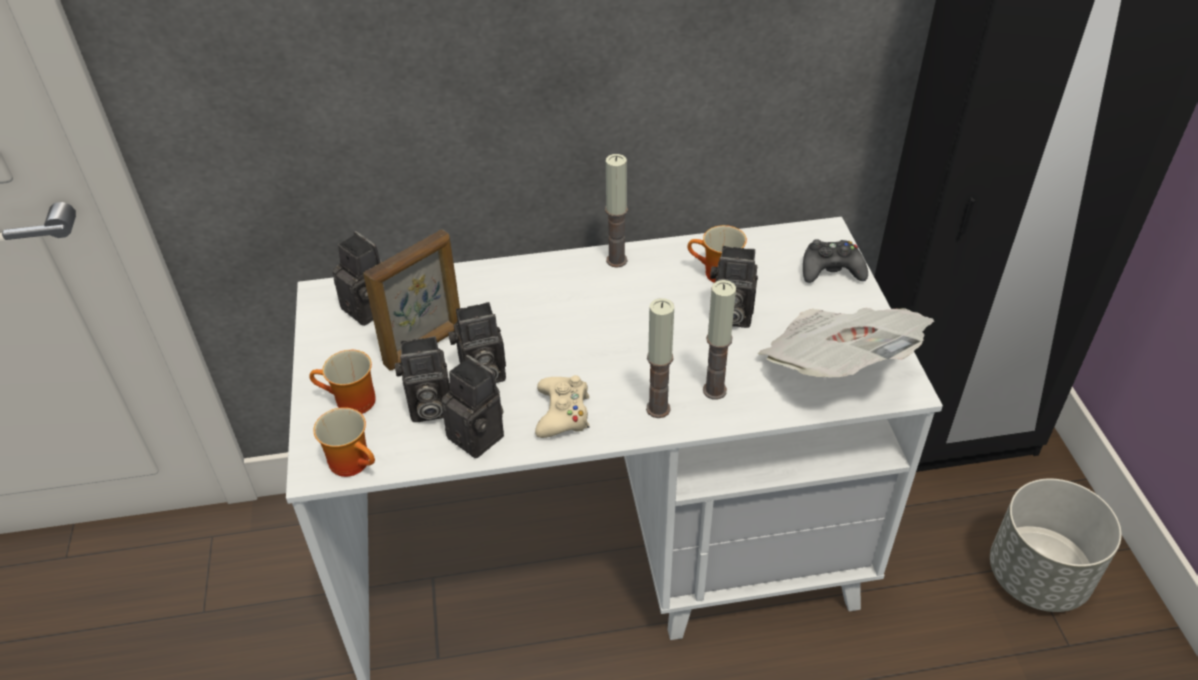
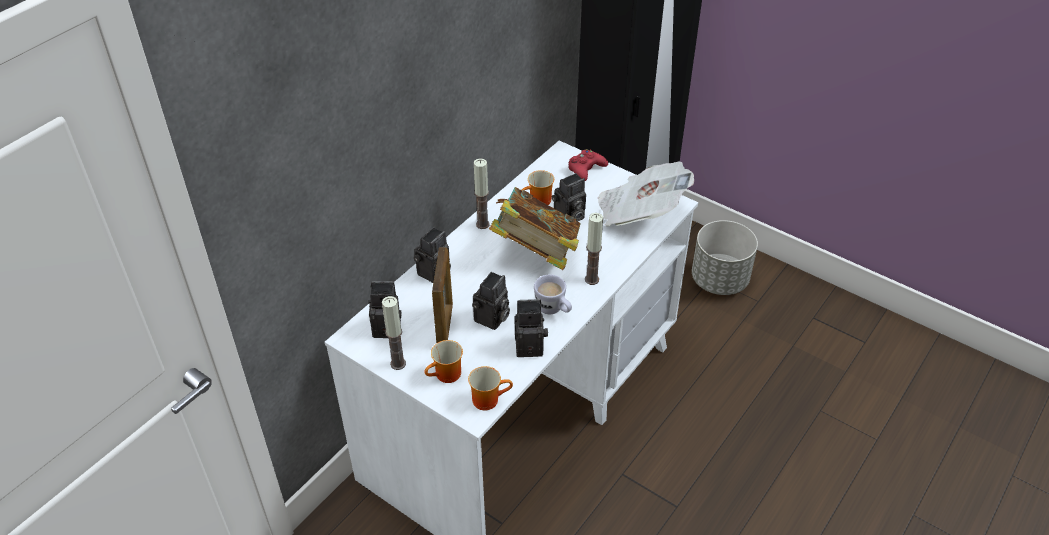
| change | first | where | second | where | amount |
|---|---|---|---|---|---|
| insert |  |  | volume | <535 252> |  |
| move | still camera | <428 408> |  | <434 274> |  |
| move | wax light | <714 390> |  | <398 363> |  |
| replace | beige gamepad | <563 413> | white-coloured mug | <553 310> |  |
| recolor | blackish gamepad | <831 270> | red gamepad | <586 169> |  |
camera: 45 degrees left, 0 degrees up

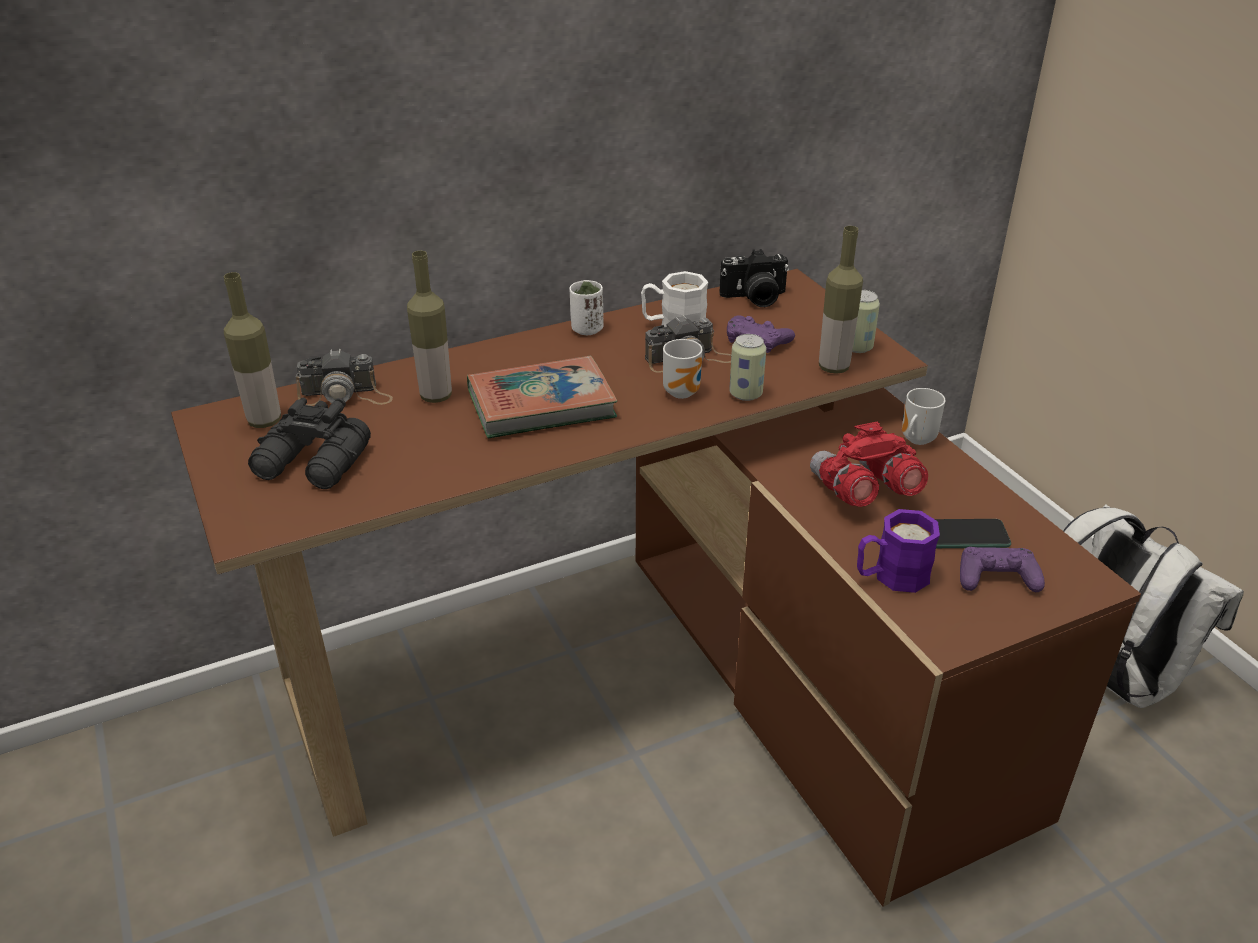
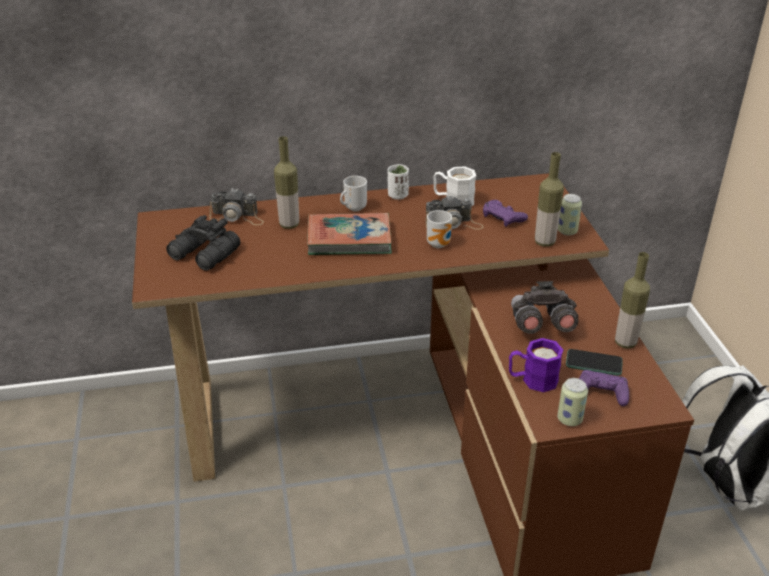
| change | first | where | second | where | amount |
|---|---|---|---|---|---|
| delete | still camera | <754 298> |  |  |  |
| move | bottle | <264 421> |  | <625 342> |  |
| move | sealed can | <745 394> |  | <569 419> |  |
| move | mug | <915 440> |  | <353 208> |  |
| recolor | red pair of binoculars | <862 492> | greyish pair of binoculars | <540 325> |  |
camera: 15 degrees right, 0 degrees up

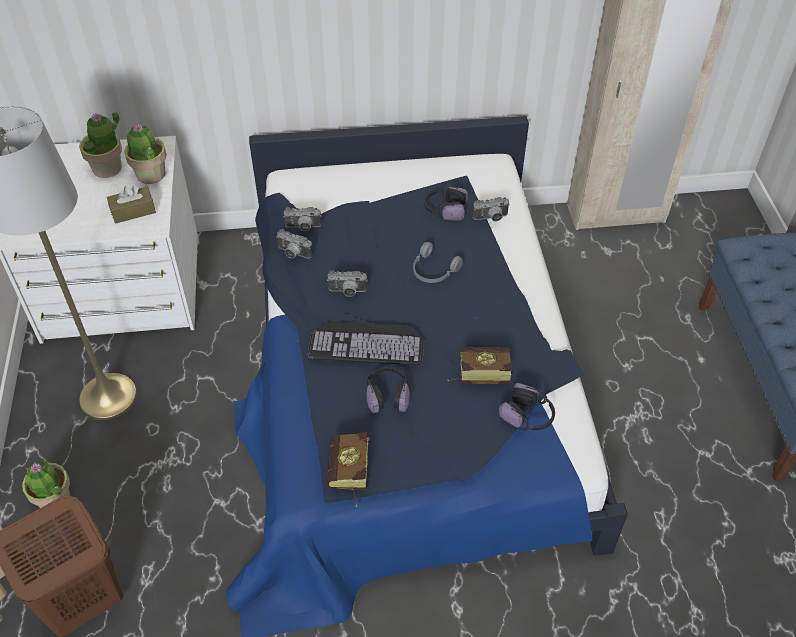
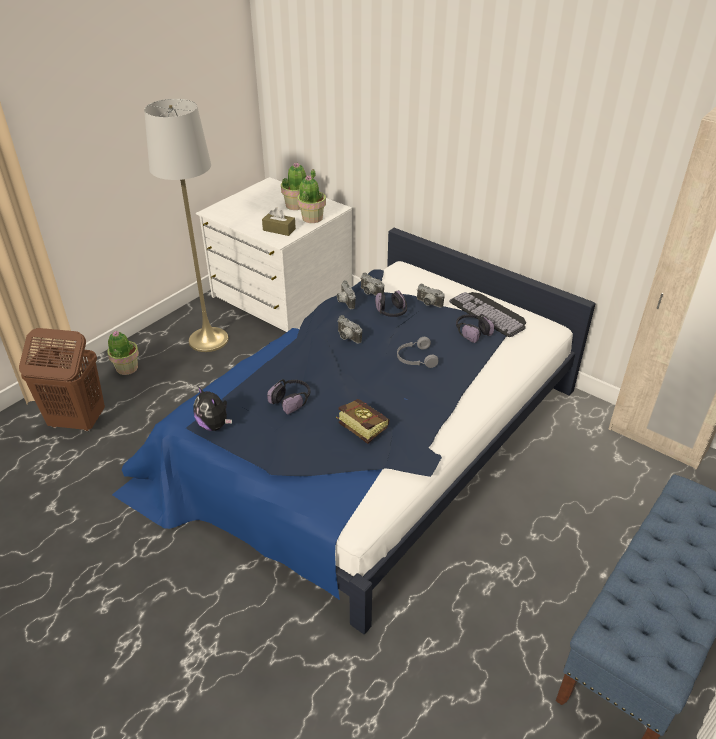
| change | first | where | second | where | amount |
|---|---|---|---|---|---|
| move | keyboard | <368 342> |  | <490 313> |  |
| move | still camera | <491 218> |  | <428 304> |  |
| move | headphones | <527 416> |  | <391 312> |  |
| replace | volume | <349 477> | cuddly toy | <214 425> |  |
camera: 45 degrees right, 10 degrees down

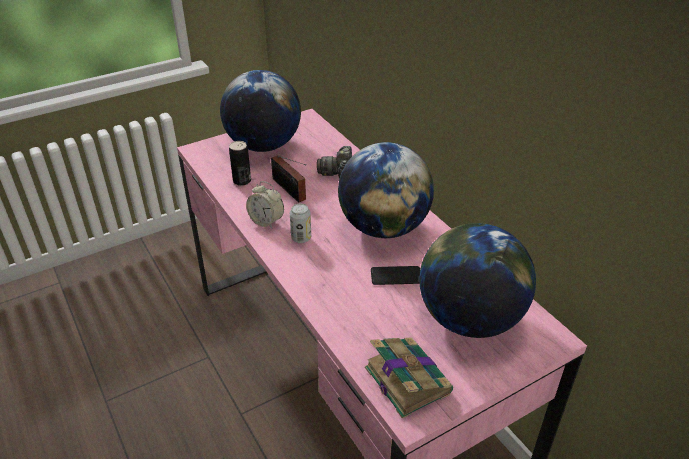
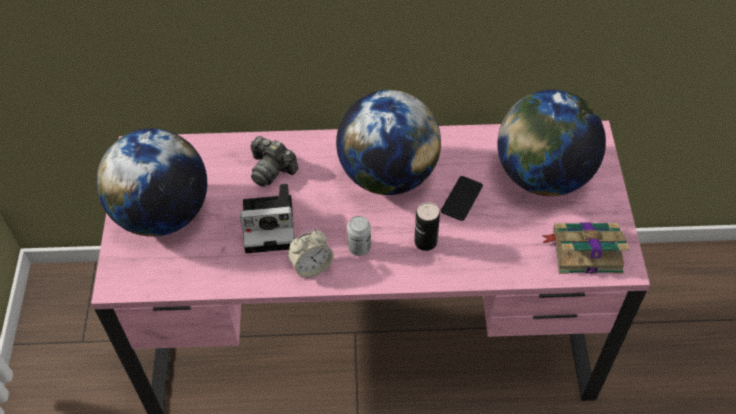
| change | first | where | second | where | amount |
|---|---|---|---|---|---|
| move | sealed can | <242 181> |  | <425 242> |  |
| replace | radio | <290 191> | still camera | <271 224> |  |
camera: 60 degrees left, 15 degrees up

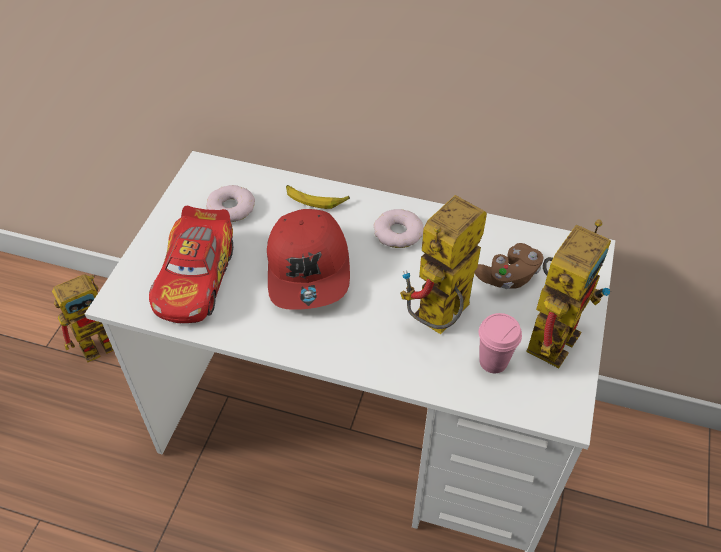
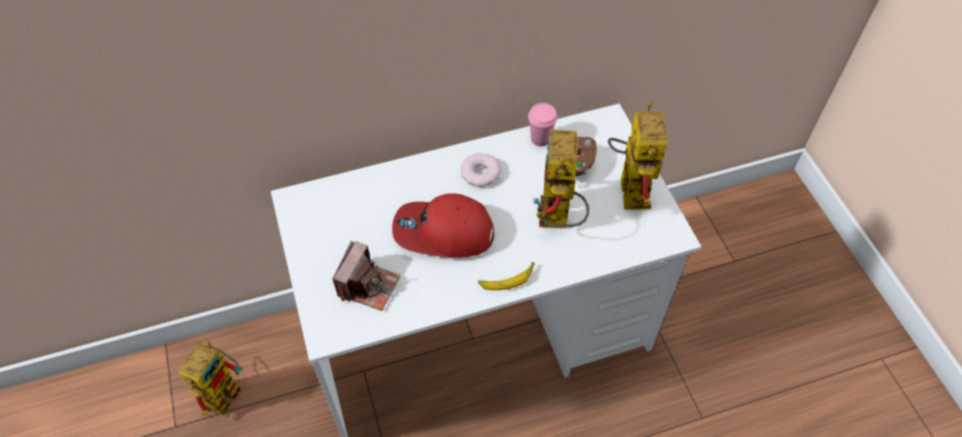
| change | first | where | second | where | amount |
|---|---|---|---|---|---|
| delete | donut | <230 208> |  |  |  |
| move | banana | <315 199> |  | <507 279> |  |
| move | pinkish cup | <493 361> |  | <540 139> |  |
| replace | model car | <196 277> | still camera | <368 285> |  |
| rotate | red baseball cap | <309 269> |  | <443 233> | 135 degrees clockwise |
camera: 35 degrees left, 5 degrees up

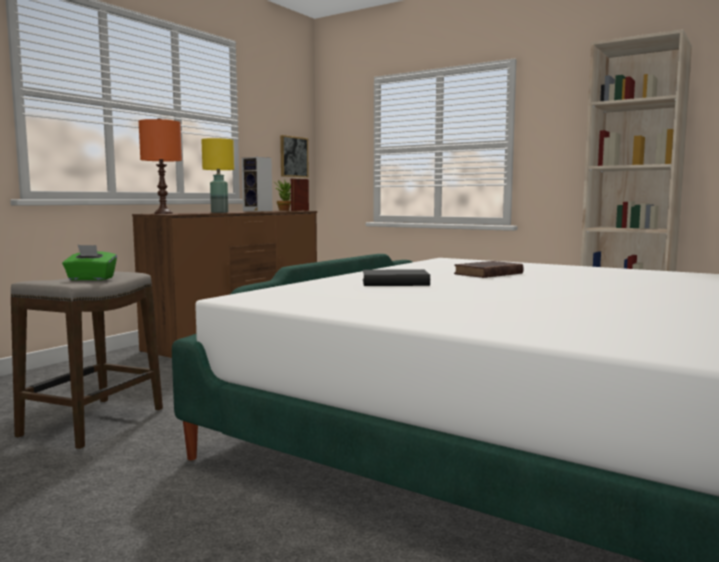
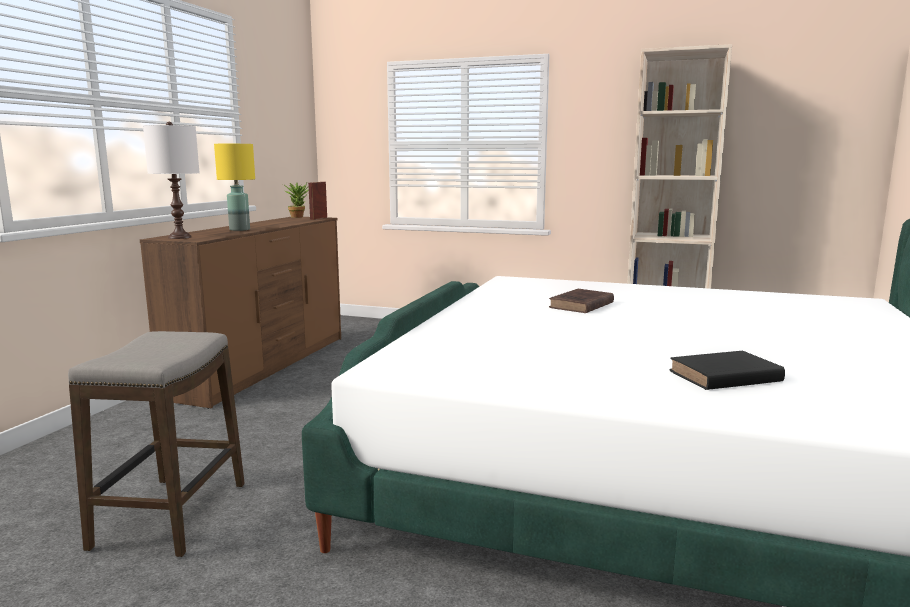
| change | first | where | second | where | amount |
|---|---|---|---|---|---|
| delete | green tissue holder | <91 279> |  |  |  |
| delete | speaker | <258 211> |  |  |  |
| delete | picture | <293 157> |  |  |  |
| move | blackish volume | <393 283> |  | <722 377> |  |
| recolor | orange tabletop lamp | <163 213> | white-coloured tabletop lamp | <179 237> |  |
camera: 15 degrees left, 5 degrees up

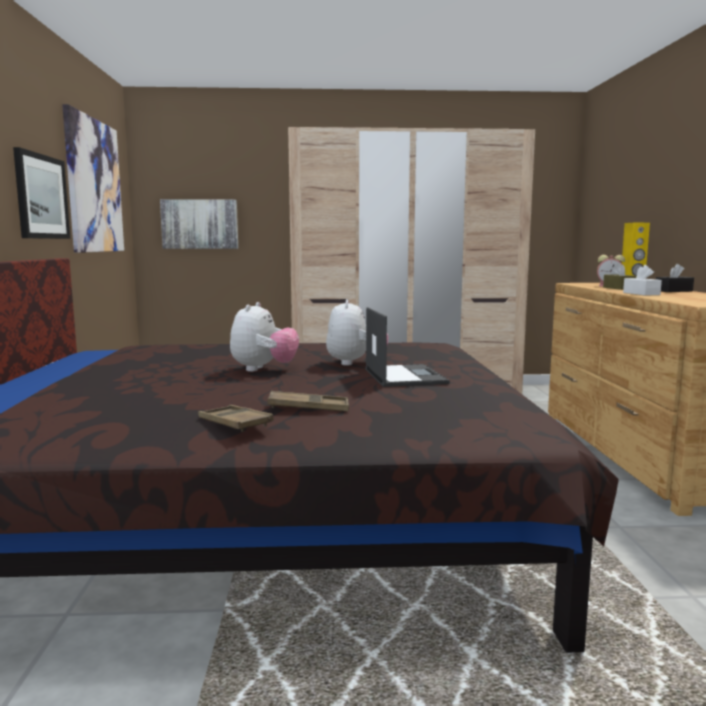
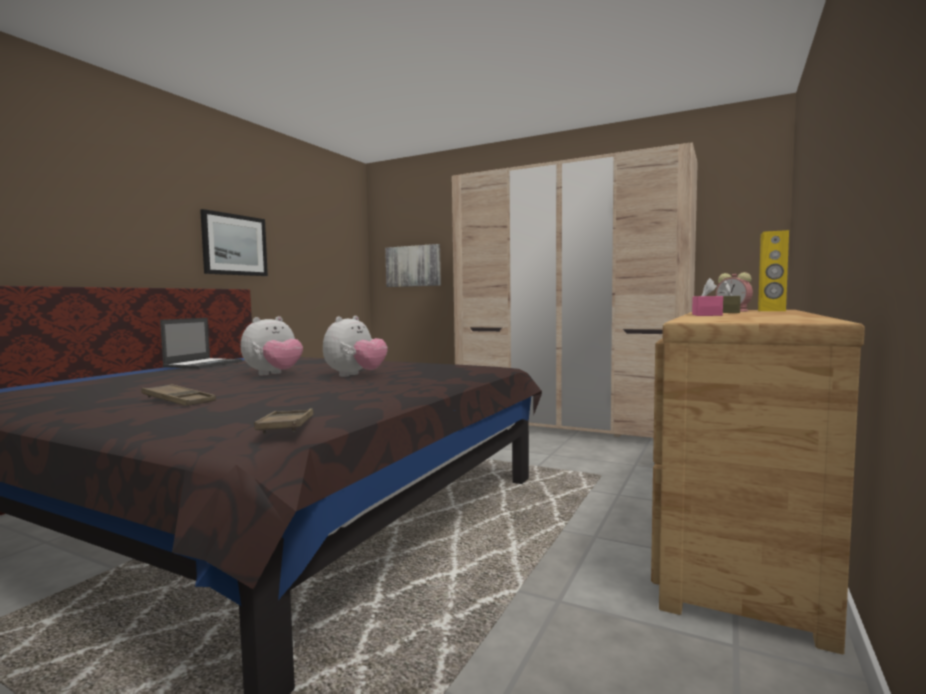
| change | first | where | second | where | amount |
|---|---|---|---|---|---|
| delete | picture | <94 186> |  |  |  |
| delete | blackish tissue holder | <673 291> |  |  |  |
| move | brownish carrying tray | <234 424> |  | <286 426> |  |
| move | notebook computer | <404 376> |  | <204 364> |  |
| recolor | white-coloured tissue holder | <641 294> | pinkish tissue holder | <706 315> |  |
camera: 30 degrees right, 5 degrees down

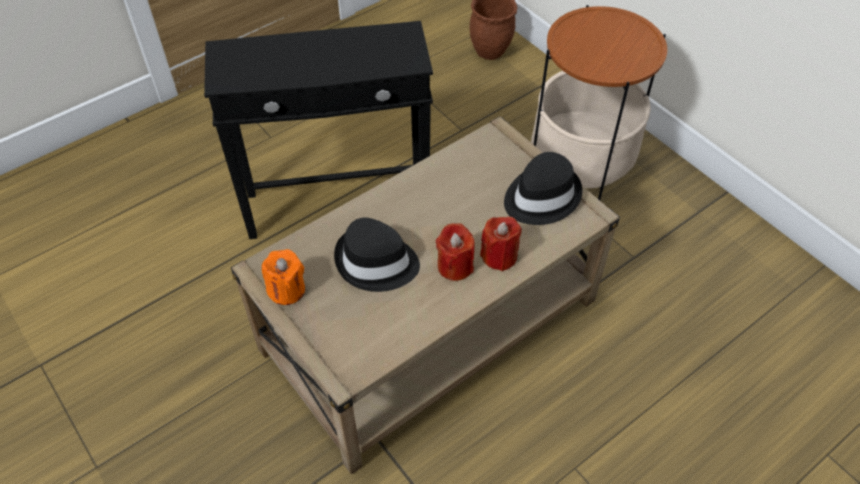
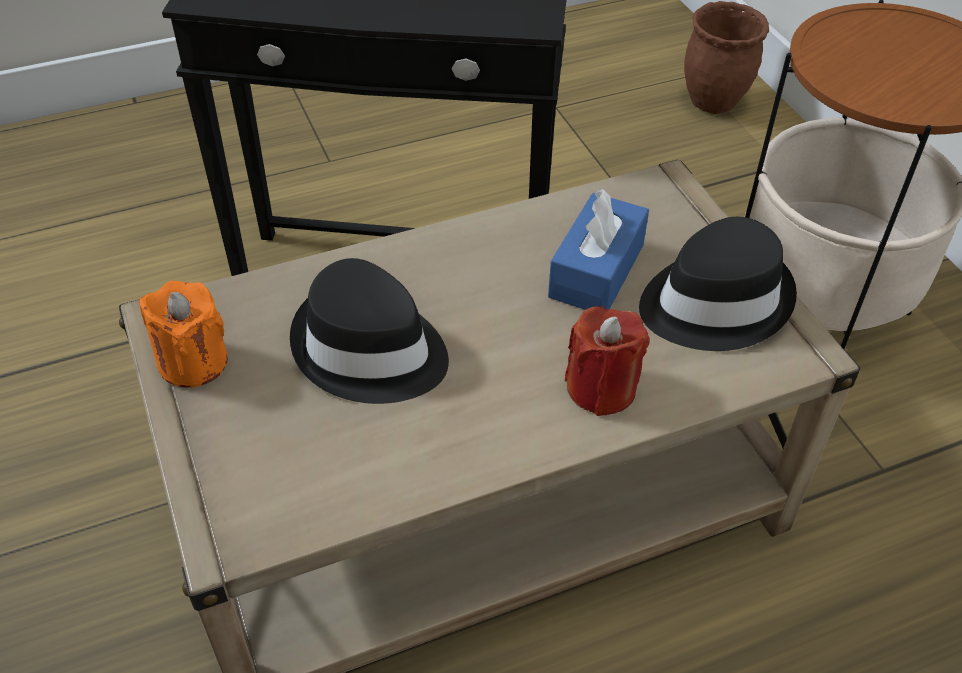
| change | first | where | second | where | amount |
|---|---|---|---|---|---|
| delete | red wax light | <455 266> |  |  |  |
| insert |  |  | blue-coloured tissue holder | <596 271> |  |
camera: 15 degrees right, 5 degrees down

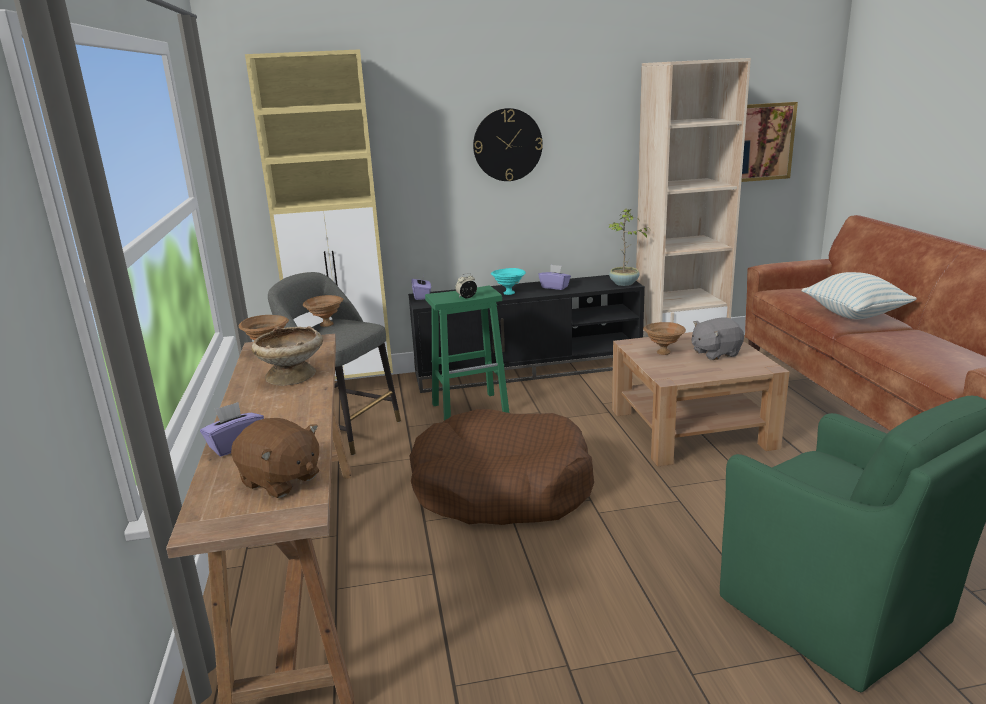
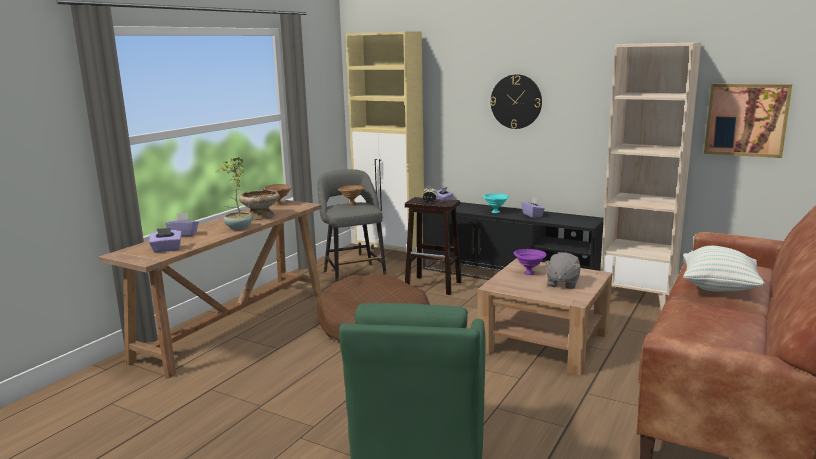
| change | first | where | second | where | amount |
|---|---|---|---|---|---|
| move | plant in a pot | <624 284> |  | <238 227> |  |
| replace | brownish cuddly toy | <280 481> | purplish tissue holder | <167 249> |  |
| recolor | green stool seat | <471 408> | brownish stool seat | <434 285> |  |
| recolor | brownish serving bowl | <662 352> | purplish serving bowl | <529 272> |  |
| rotate | greyish cuddly toy | <715 353> |  | <562 283> | 90 degrees counterclockwise |
camera: 40 degrees right, 5 degrees down

